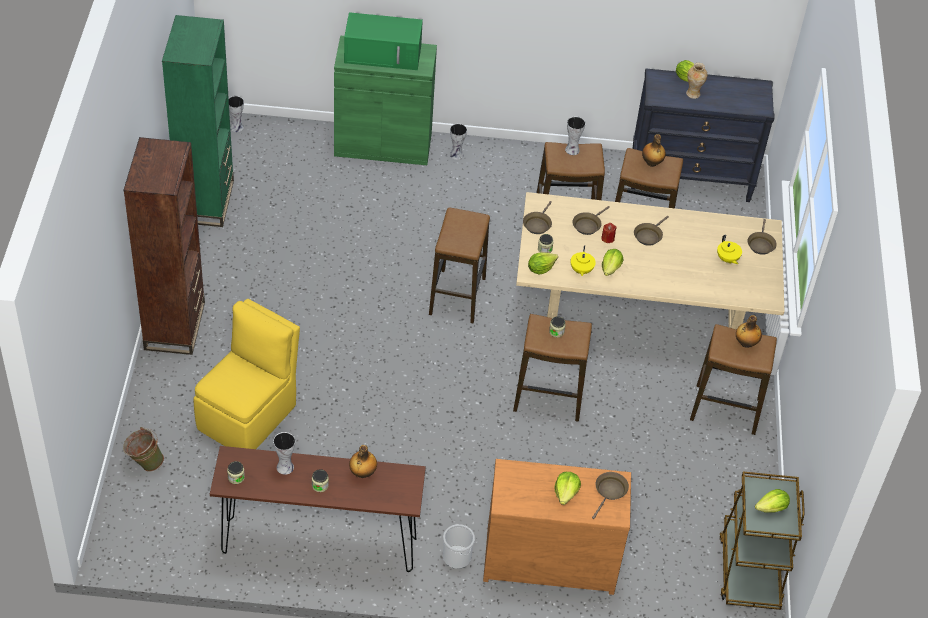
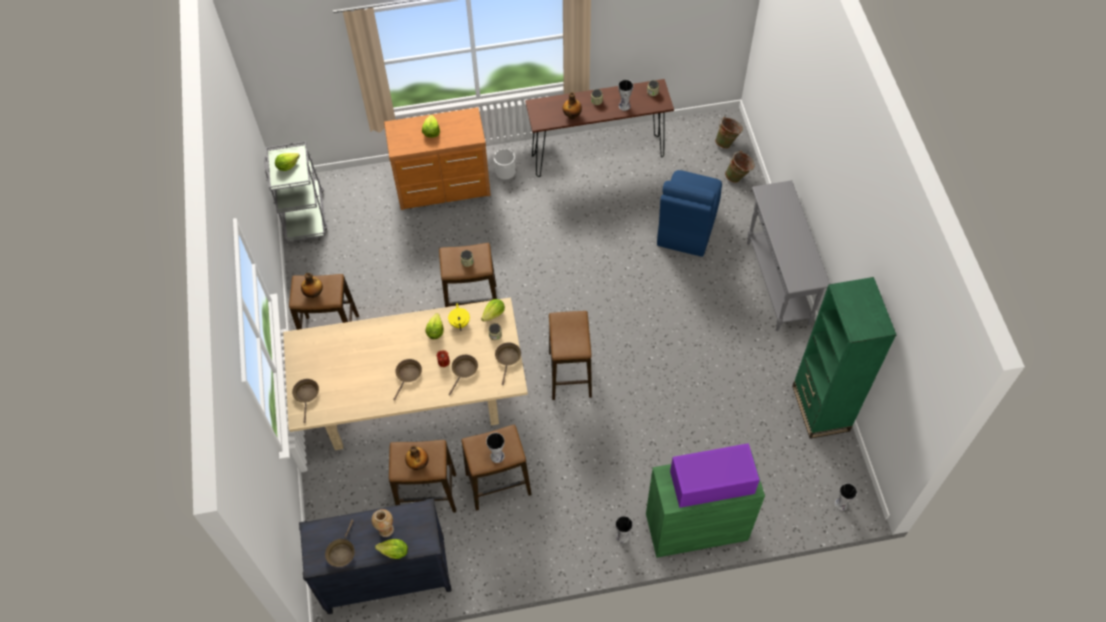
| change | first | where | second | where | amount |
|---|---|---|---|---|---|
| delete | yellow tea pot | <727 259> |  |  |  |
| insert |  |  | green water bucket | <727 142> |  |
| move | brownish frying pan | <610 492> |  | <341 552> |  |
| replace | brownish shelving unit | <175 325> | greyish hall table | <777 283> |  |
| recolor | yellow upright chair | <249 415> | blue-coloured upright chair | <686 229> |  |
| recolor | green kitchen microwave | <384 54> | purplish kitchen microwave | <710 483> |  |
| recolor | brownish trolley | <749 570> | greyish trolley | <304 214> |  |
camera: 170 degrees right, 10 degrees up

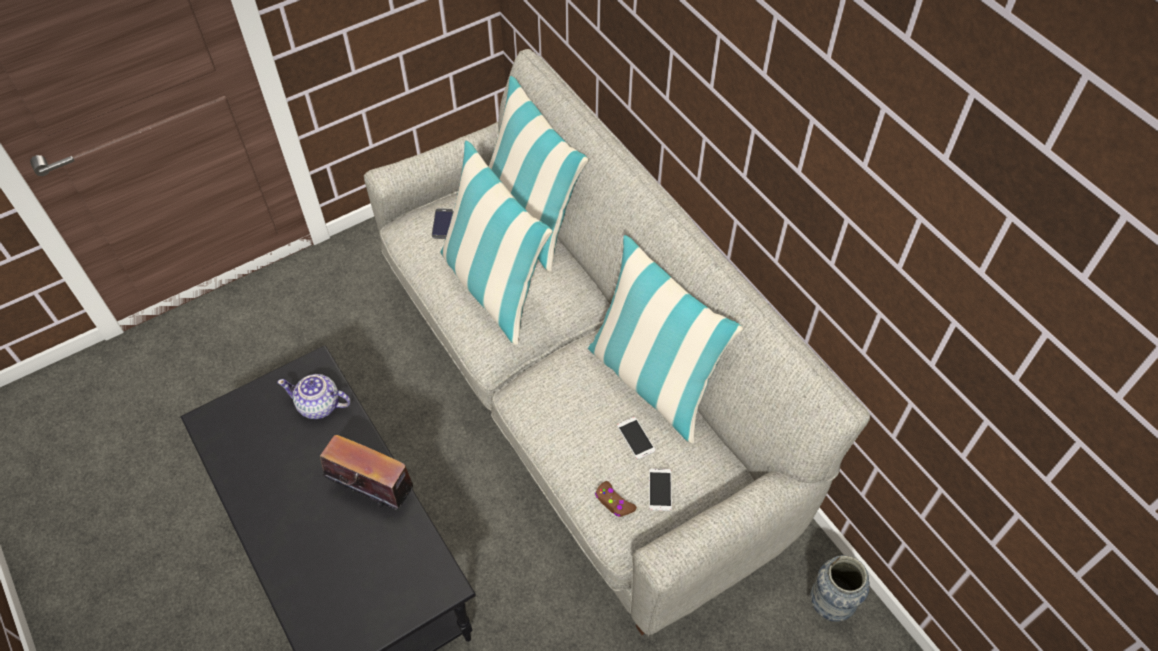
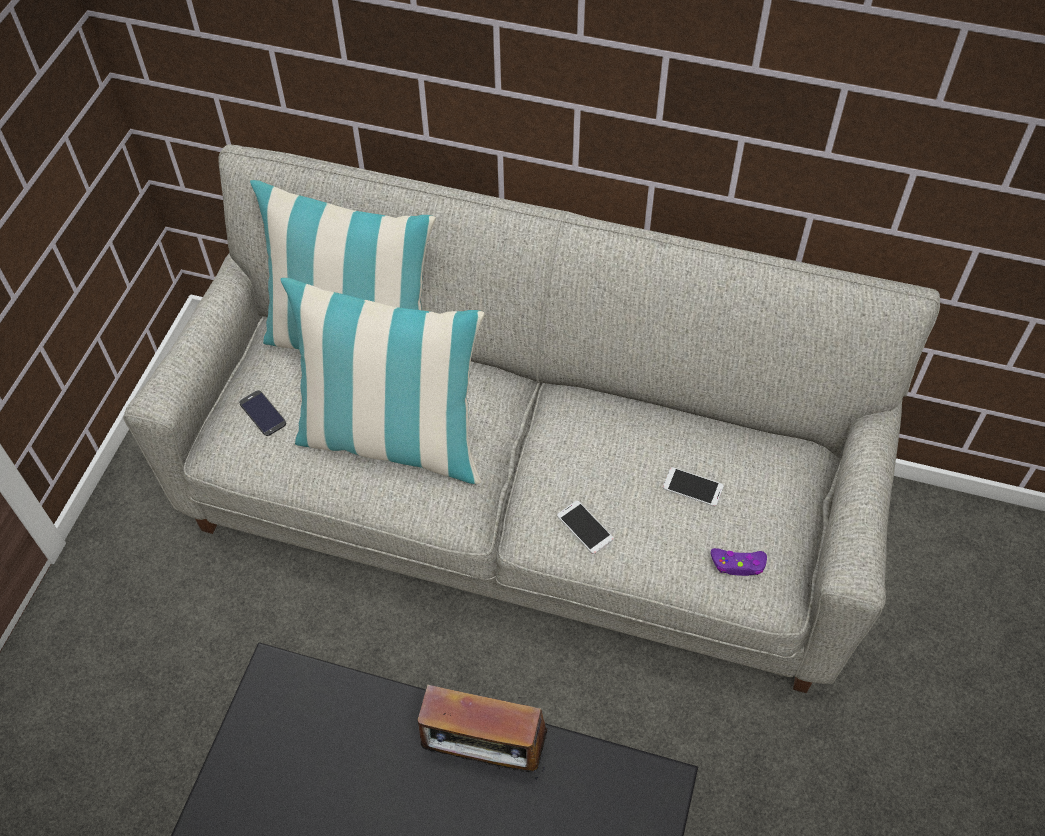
| change | first | where | second | where | amount |
|---|---|---|---|---|---|
| delete | tea pot | <319 405> |  |  |  |
| delete | throw pillow | <653 381> |  |  |  |
| delete | decorative vase | <830 604> |  |  |  |
| move | telephone | <660 489> |  | <585 527> |  |
| recolor | brownish gamepad | <614 502> | purplish gamepad | <738 565> |  |
| rotate | radio | <373 490> |  | <484 753> | 150 degrees counterclockwise |
camera: 40 degrees left, 0 degrees up

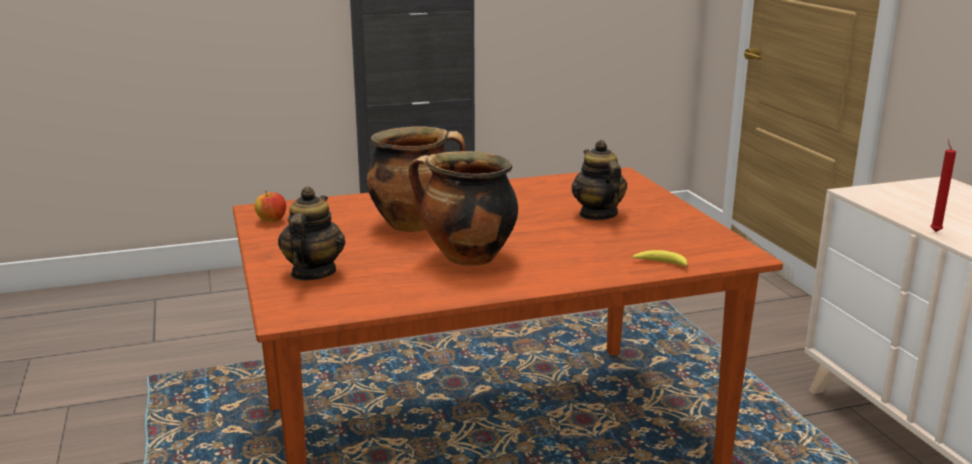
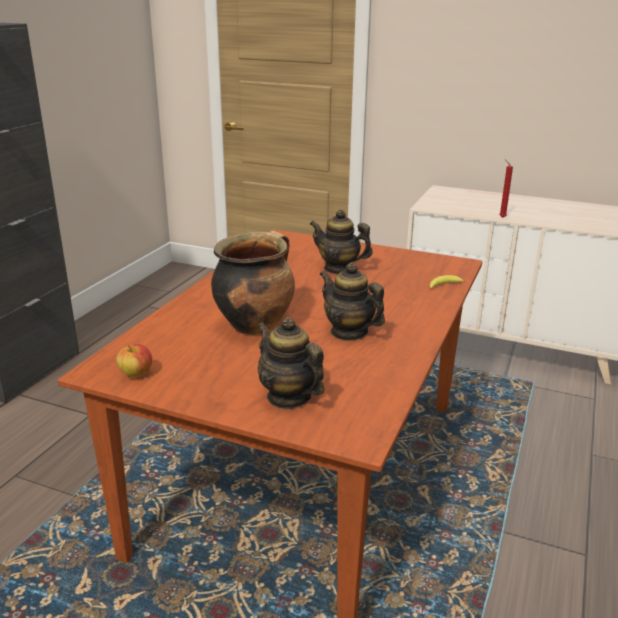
| change | first | where | second | where | amount |
|---|---|---|---|---|---|
| replace | saucepot | <466 258> | tea pot | <349 332> |  |
camera: 50 degrees left, 5 degrees up

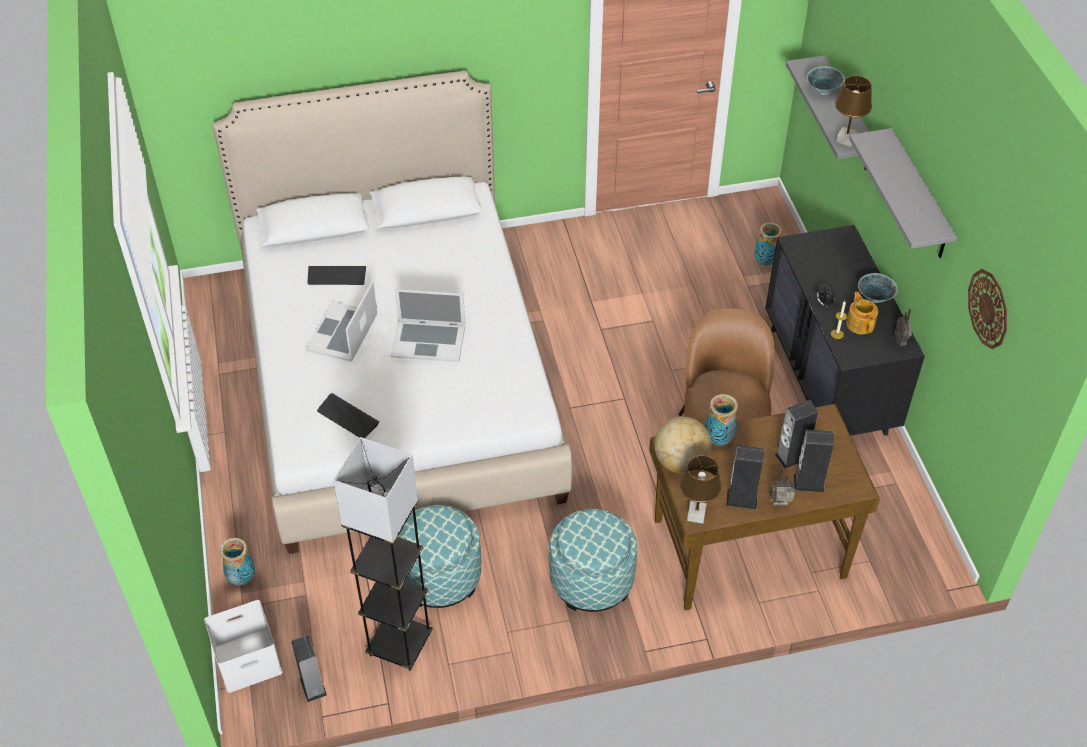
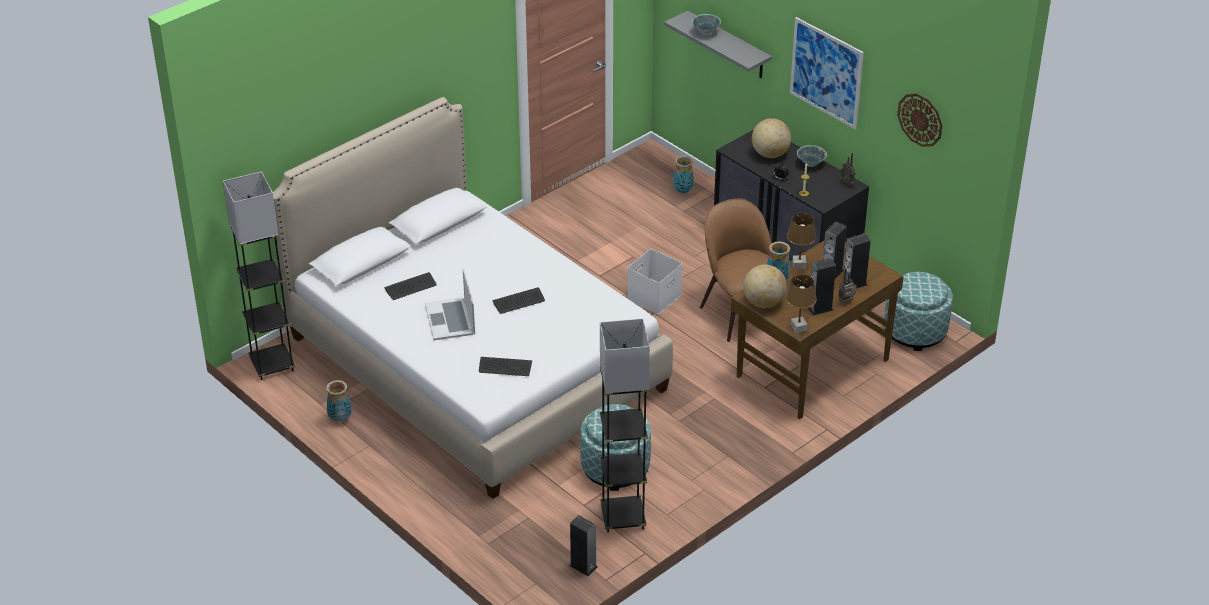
| change | first | where | second | where | amount |
|---|---|---|---|---|---|
| delete | tea pot | <860 323> |  |  |  |
| insert |  |  | greyish floor lamp | <272 365> |  |
| insert |  |  | globe | <770 154> |  |
| move | white-coloured storage box | <247 662> |  | <654 297> |  |
| move | decorative vase | <242 578> |  | <340 419> |  |
| move | ottoman | <591 580> |  | <915 331> |  |
| move | brownish tabletop lamp | <845 140> |  | <799 265> |  |
| replace | notebook computer | <428 340> | keyboard | <519 301> |  |
| replace | greyish wall shelf | <919 196> | picture | <826 72> |  |
camera: 30 degrees left, 10 degrees down

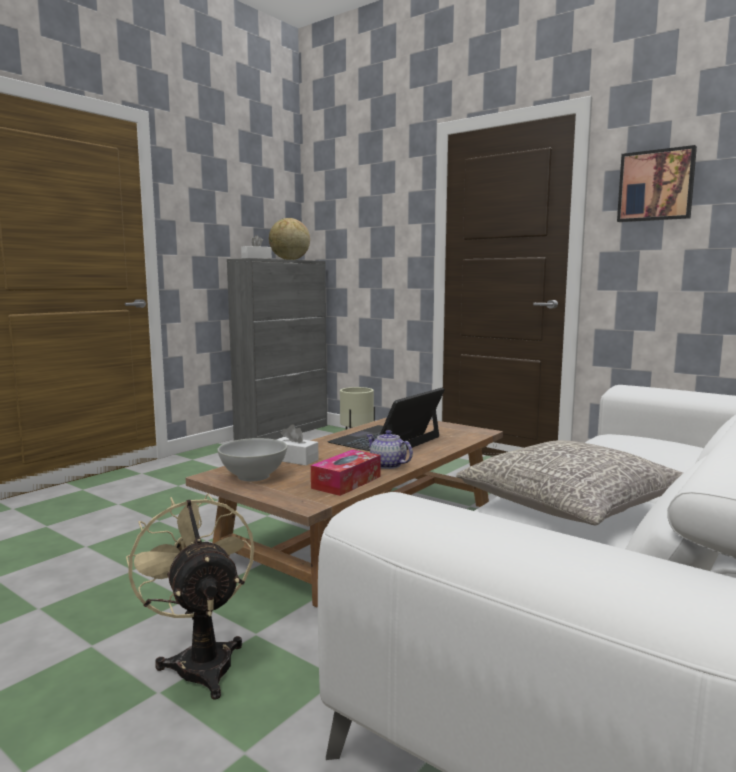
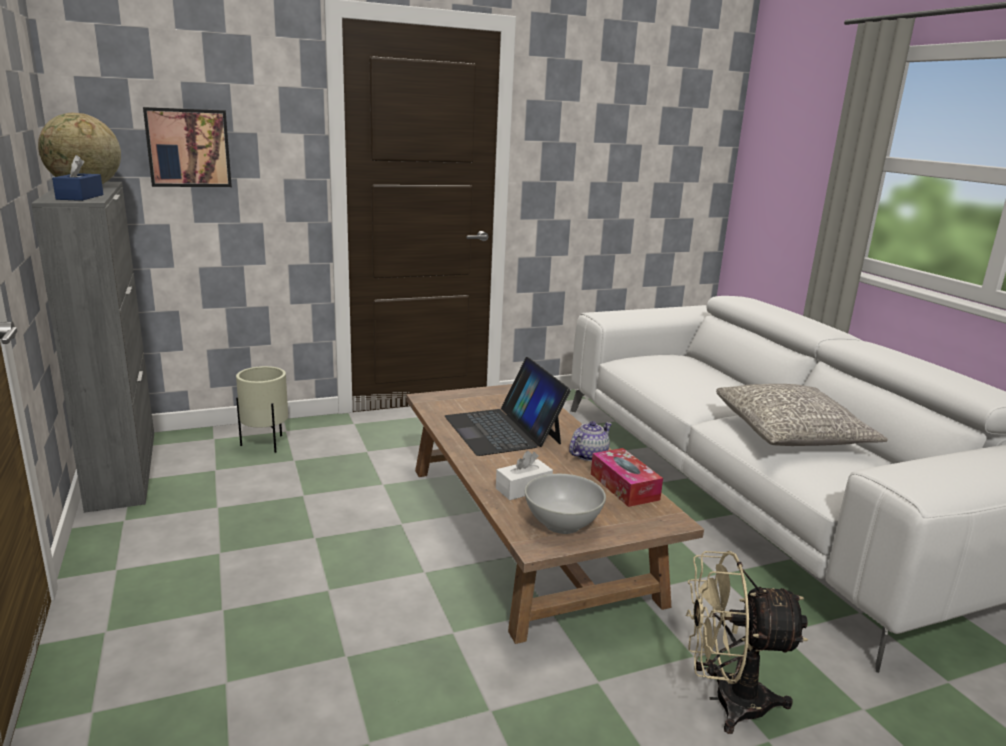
| change | first | where | second | where | amount |
|---|---|---|---|---|---|
| move | picture | <656 186> |  | <188 148> |  |
| recolor | white-coloured tissue holder | <256 258> | blue-coloured tissue holder | <80 197> |  |
| rotate | tea pot | <387 465> |  | <588 455> | 150 degrees clockwise |
camera: 60 degrees left, 10 degrees up

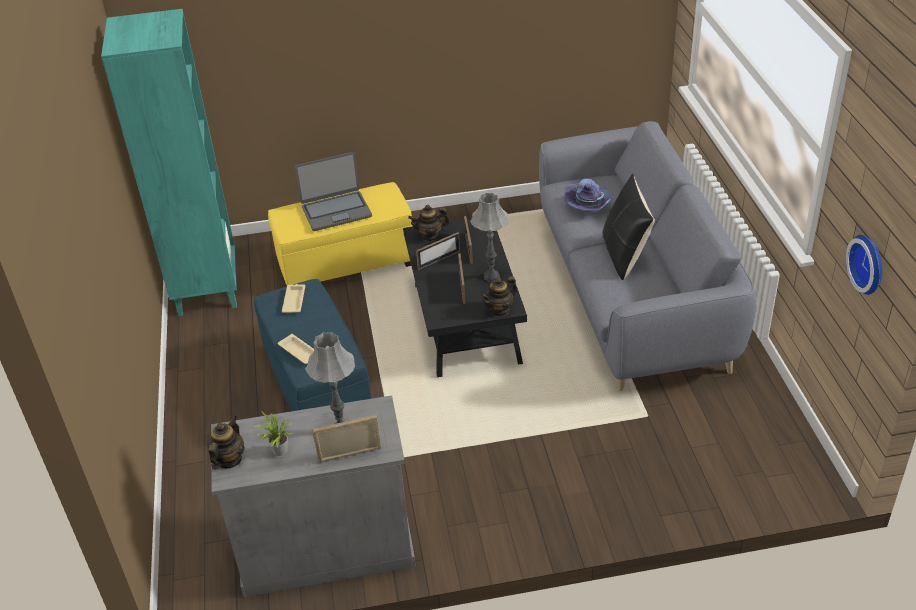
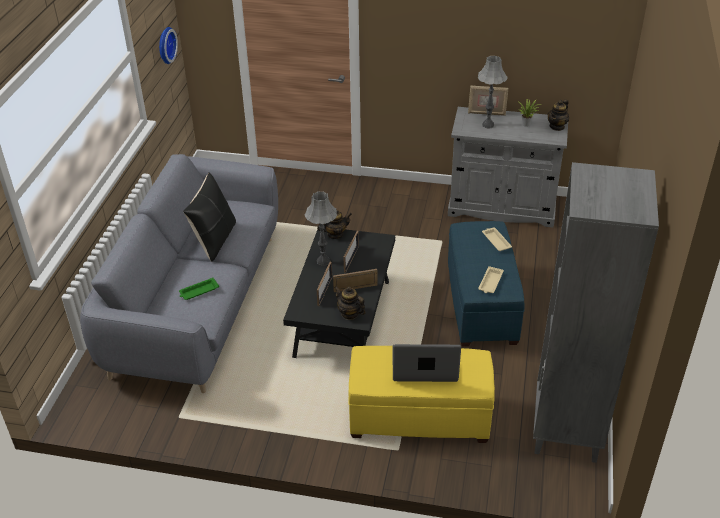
| change | first | where | second | where | amount |
|---|---|---|---|---|---|
| replace | purplish clothing hat | <589 205> | green carrying tray | <198 291> |  |
| recolor | blue-green shelving unit | <206 289> | greyish shelving unit | <567 430> |  |
| rotate | tea pot | <430 236> |  | <349 314> | 150 degrees counterclockwise |
camera: 160 degrees left, 0 degrees up

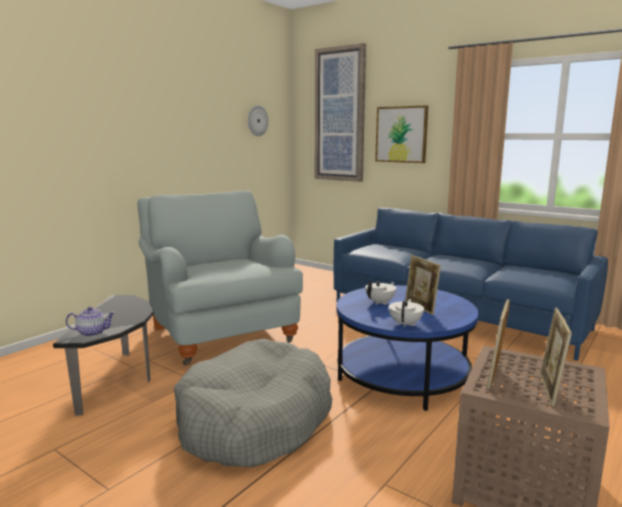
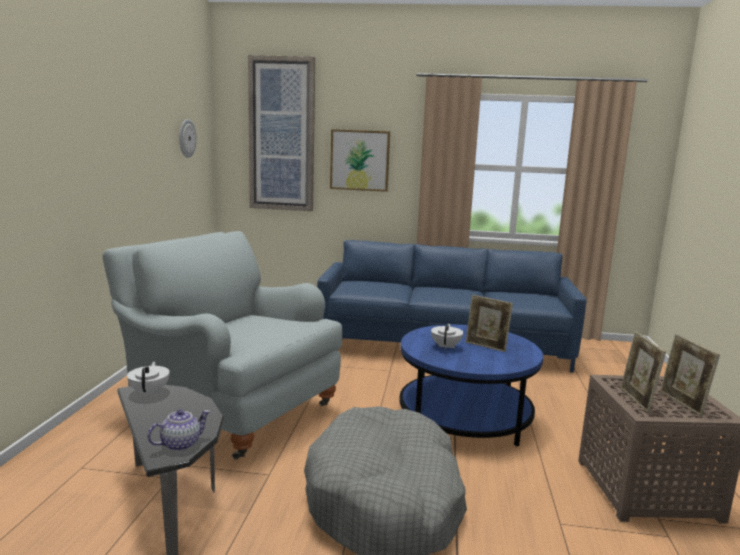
| change | first | where | second | where | amount |
|---|---|---|---|---|---|
| move | white-coloured tea pot | <405 324> |  | <150 392> |  |
camera: 30 degrees left, 0 degrees up

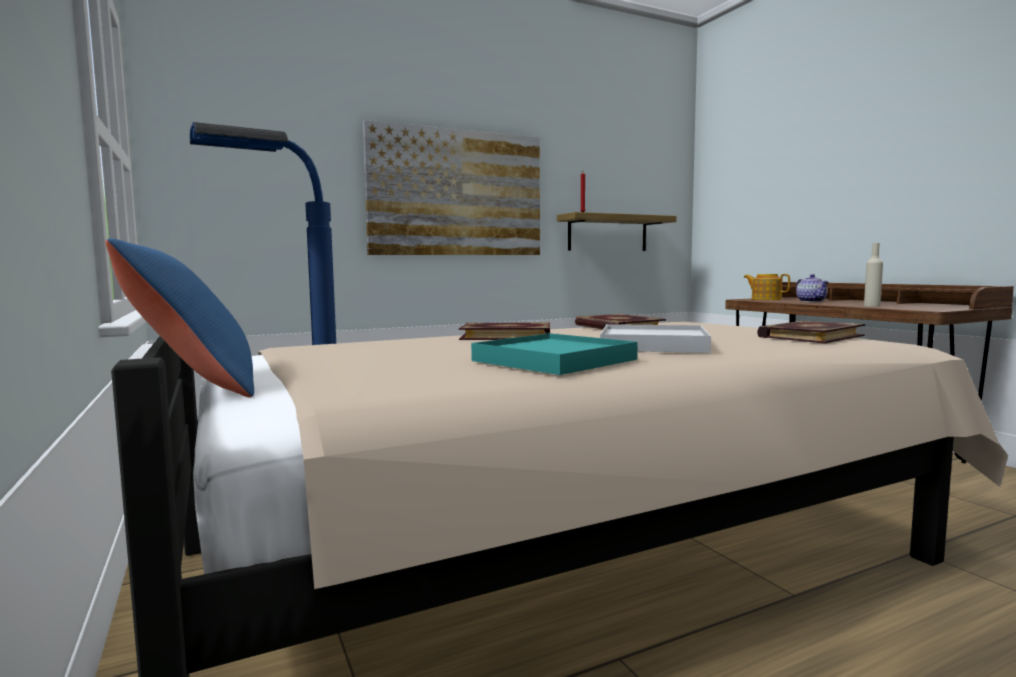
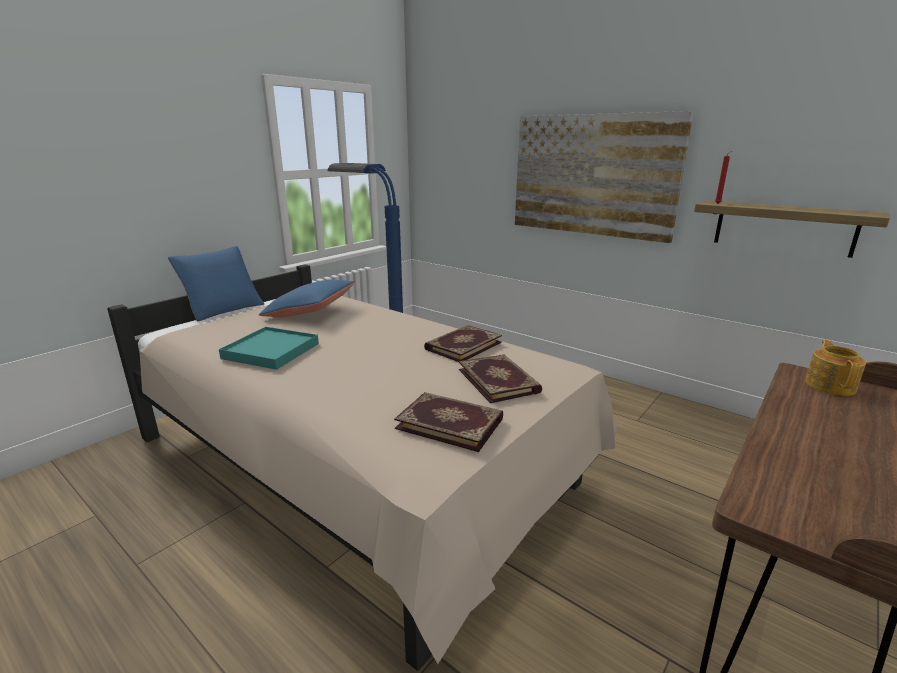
| change | first | where | second | where | amount |
|---|---|---|---|---|---|
| delete | white-coloured carrying tray | <653 345> |  |  |  |
| delete | tea pot | <812 301> |  |  |  |
| delete | beige bottle | <872 306> |  |  |  |
| insert |  |  | blue-coloured throw pillow | <310 312> |  |
| move | volume | <506 335> |  | <499 380> |  |
camera: 65 degrees right, 15 degrees up

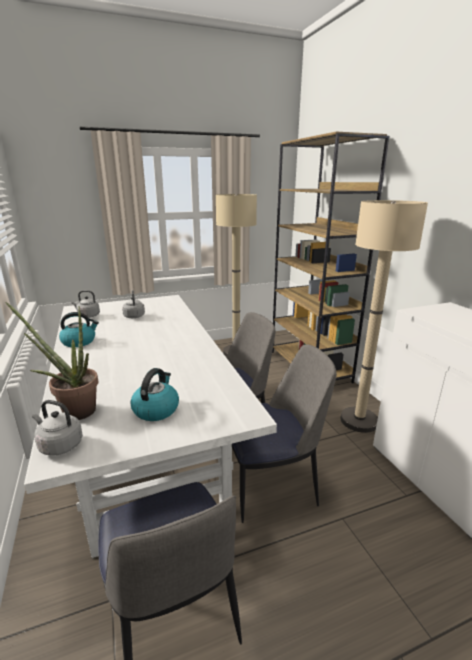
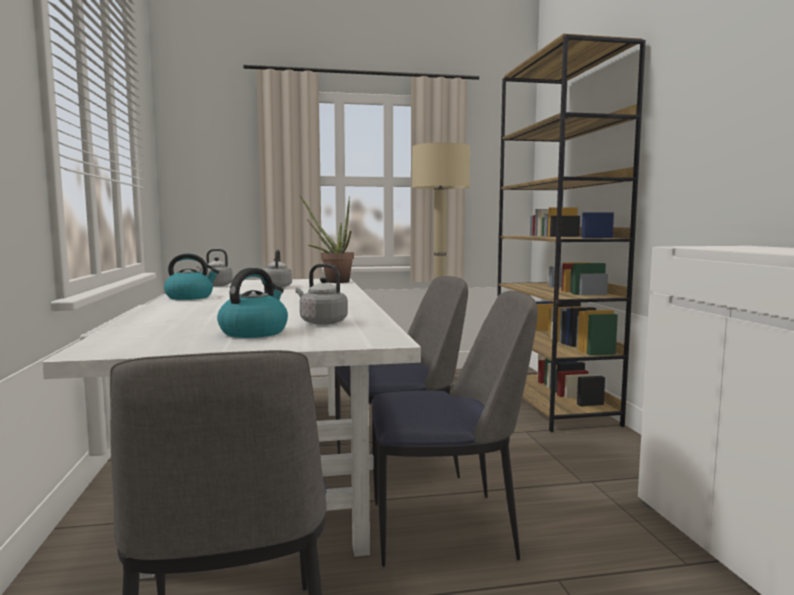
| change | first | where | second | where | amount |
|---|---|---|---|---|---|
| delete | beige floor lamp | <359 420> |  |  |  |
| move | plant in a pot | <73 410> |  | <332 281> |  |
| move | greyish tea kettle | <59 445> |  | <321 322> |  |
camera: 10 degrees right, 15 degrees down

